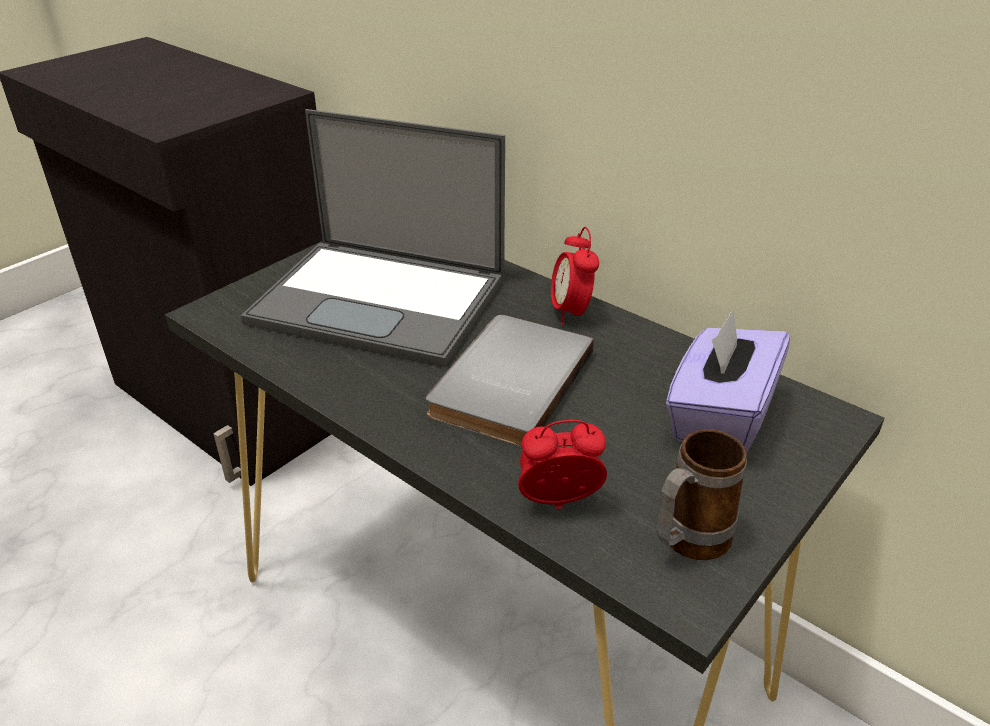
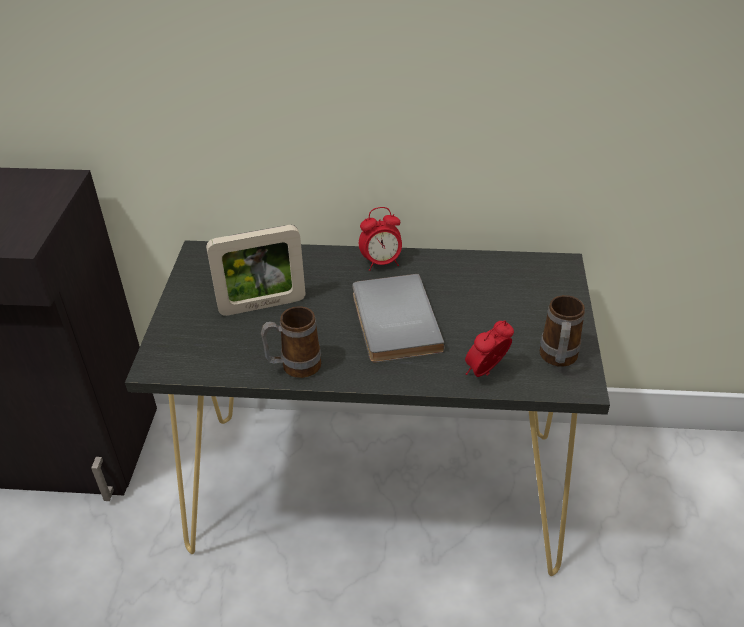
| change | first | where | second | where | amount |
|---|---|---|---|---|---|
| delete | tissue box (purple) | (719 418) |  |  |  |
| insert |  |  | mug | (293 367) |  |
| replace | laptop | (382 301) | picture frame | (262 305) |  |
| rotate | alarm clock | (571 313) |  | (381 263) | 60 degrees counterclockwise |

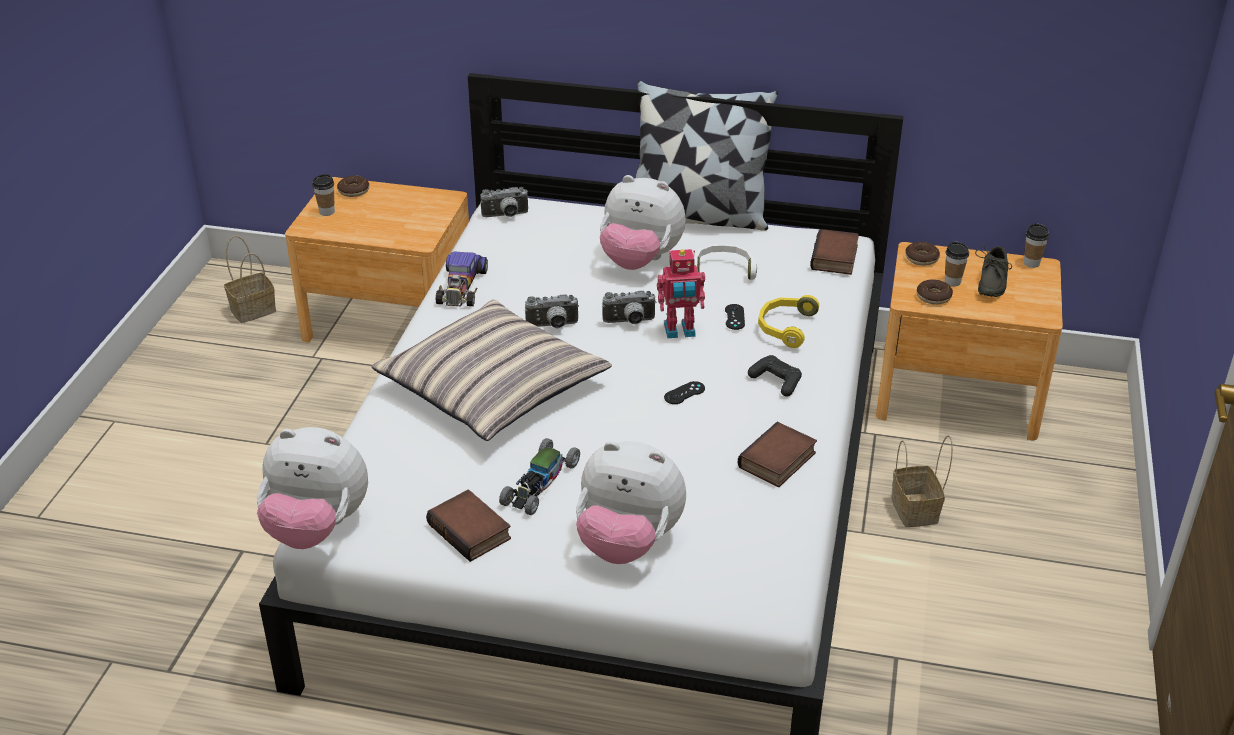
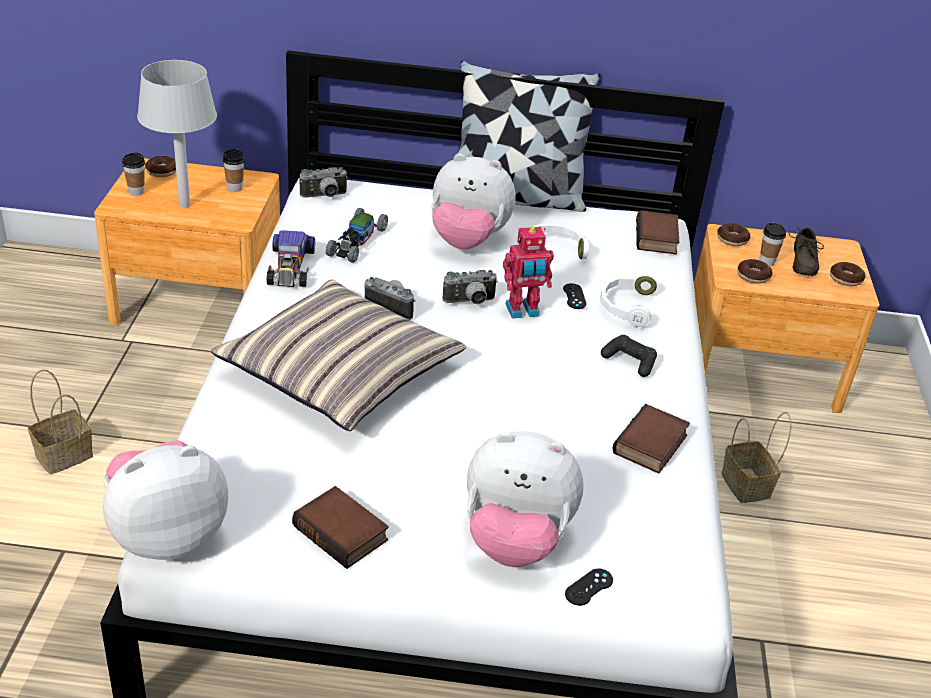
| change | first | where | second | where | amount |
|---|---|---|---|---|---|
| insert |  |  | table lamp (grey) | (183 205) |  |
| insert |  |  | donut | (845 279) |  |
| move | basket | (254 309) |  | (65 454) |  |
| move | toy car | (540 484) |  | (356 242) |  |
| move | game controller (black) | (684 393) |  | (589 587) |  |
| move | cup | (1031 263) |  | (235 188) |  |
| recolor | headphones (yellow) | (785 327) | headphones (white) | (625 306) |  |
| rotate | plush toy | (316 528) |  | (167 535) | 150 degrees clockwise |
| rotate | photo camera | (553 326) |  | (392 307) | 135 degrees counterclockwise |

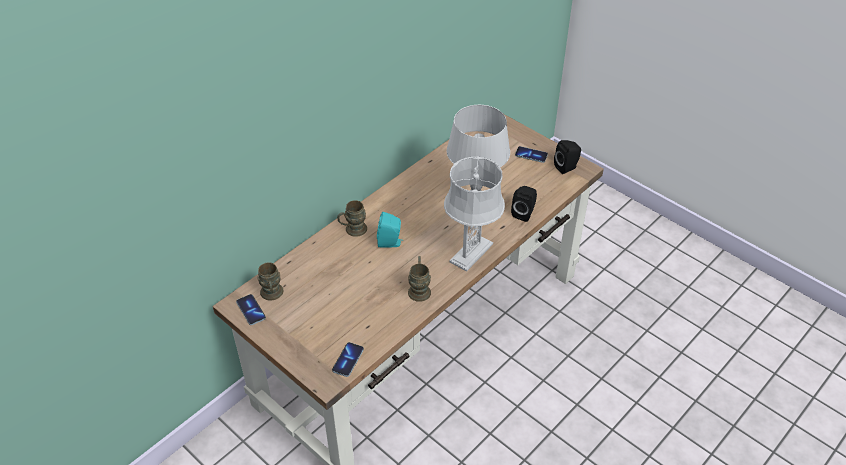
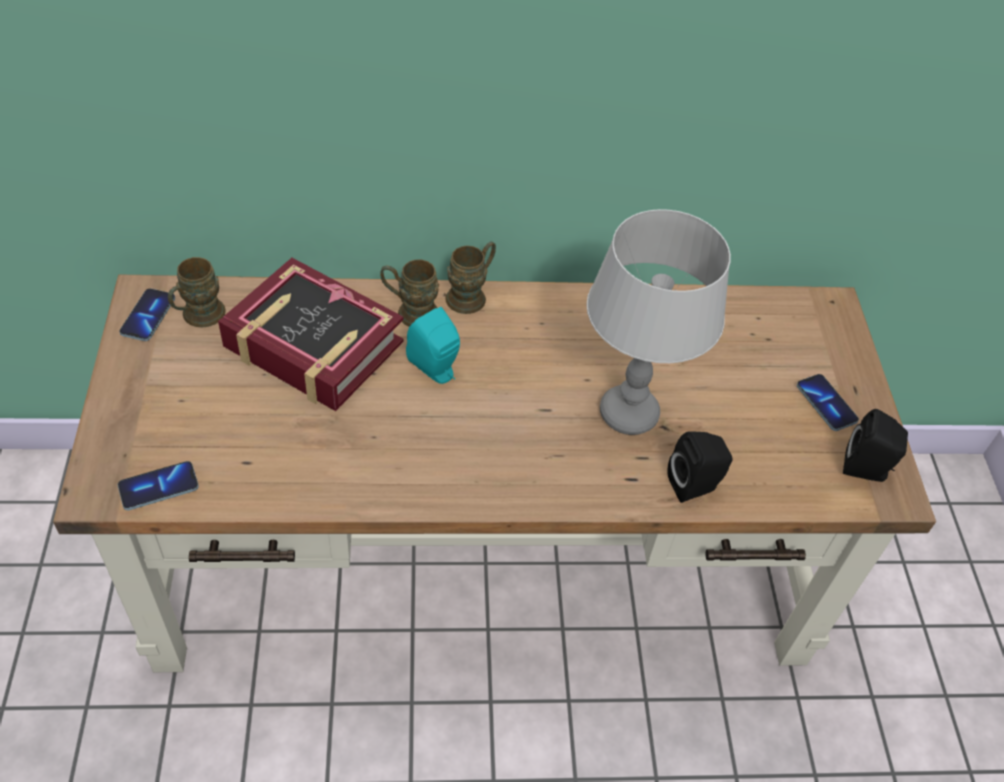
| change | first | where | second | where | amount |
|---|---|---|---|---|---|
| delete | table lamp (grey) | (471 253) |  |  |  |
| insert |  |  | book | (313 346) |  |
| move | mug (brown) | (419 289) |  | (471 295) |  |

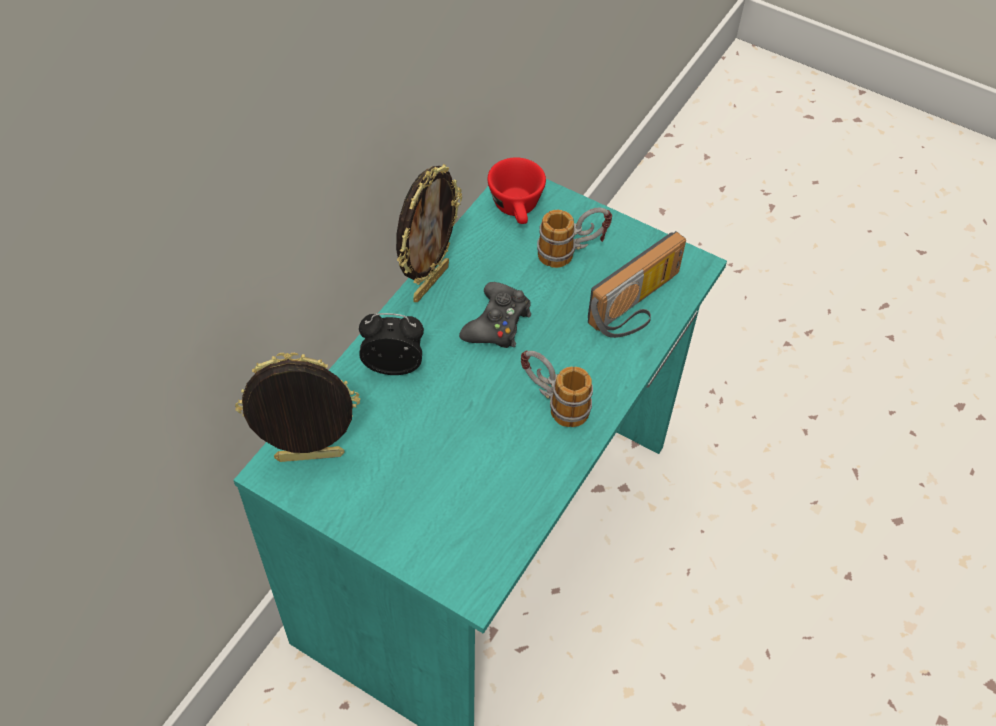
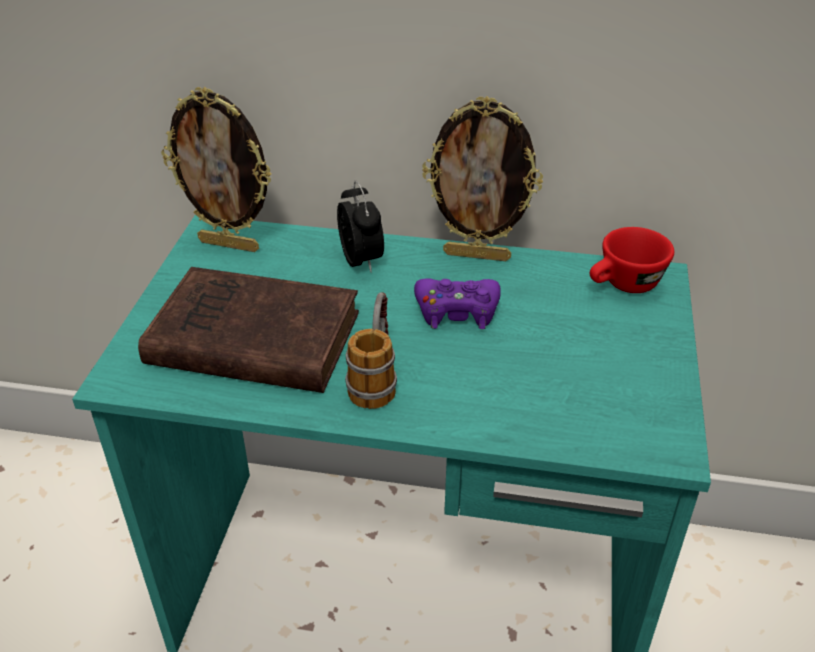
| change | first | where | second | where | amount |
|---|---|---|---|---|---|
| delete | mug | (572 253) |  |  |  |
| delete | radio | (638 306) |  |  |  |
| insert |  |  | book (brown) | (249 338) |  |
| recolor | game controller (black) | (497 323) | game controller (purple) | (457 311) |  |
| rotate | picture frame | (309 460) |  | (230 244) | 135 degrees clockwise |

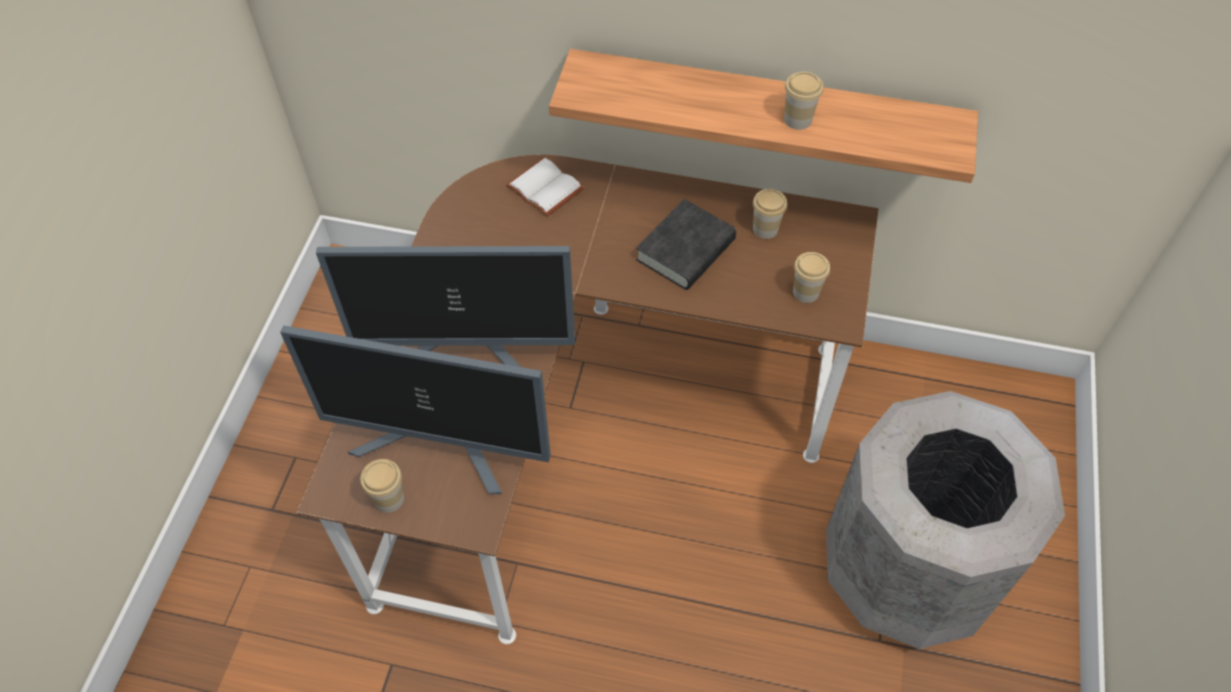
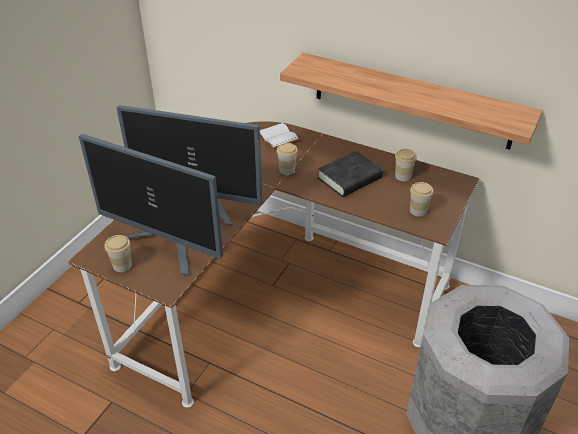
| change | first | where | second | where | amount |
|---|---|---|---|---|---|
| move | cup | (797 119) |  | (287 170) |  |

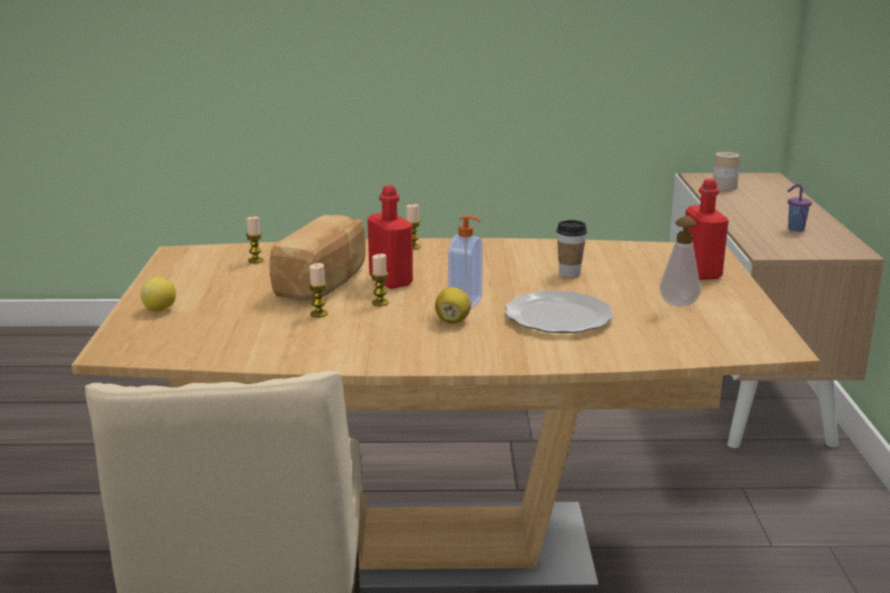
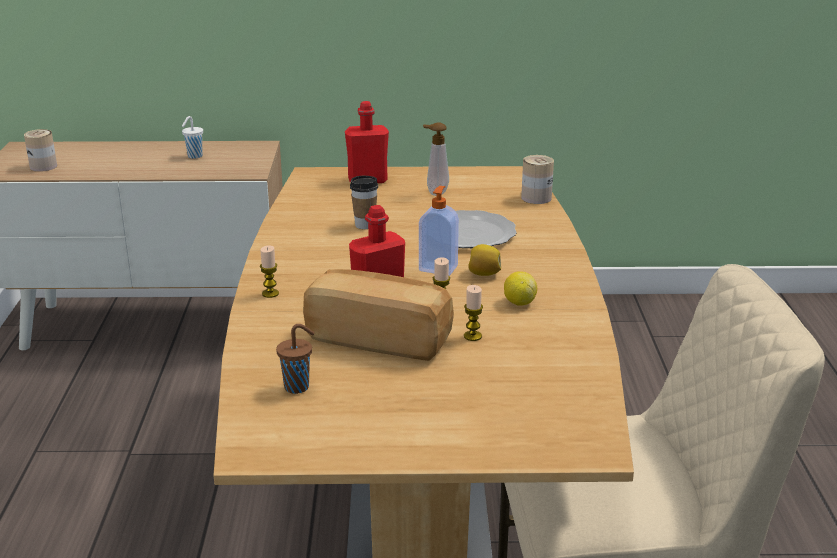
| change | first | where | second | where | amount |
|---|---|---|---|---|---|
| insert |  |  | can | (536 198) |  |
| move | lemon | (160 309) |  | (519 302) |  |
| replace | candle | (255 260) | cup (brown) | (298 387) |  |
| recolor | cup (purple) | (794 229) | cup (white) | (194 156) |  |

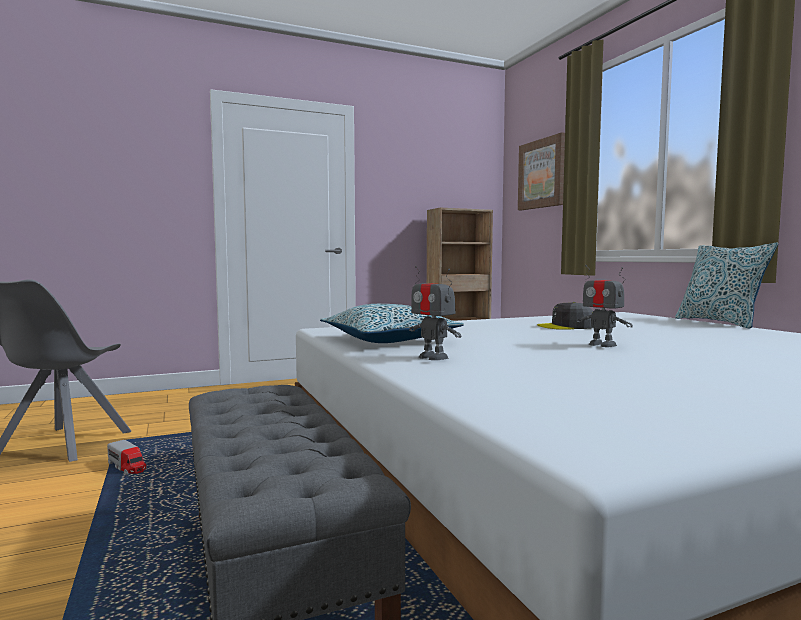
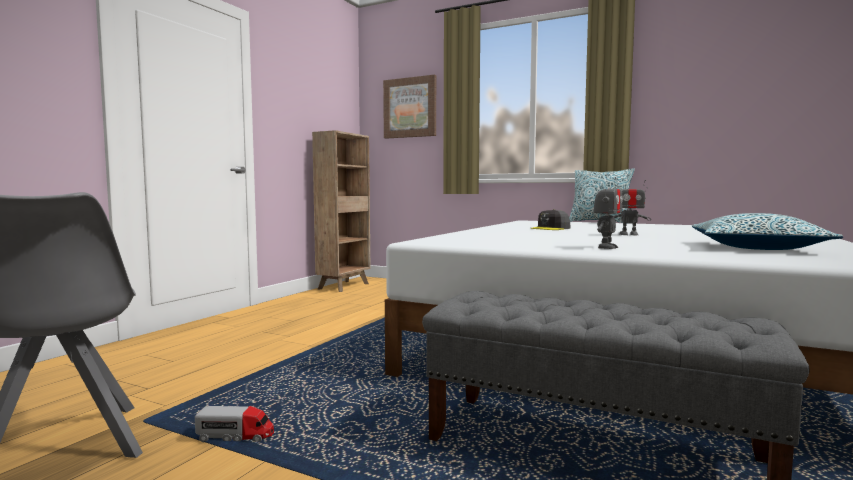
| change | first | where | second | where | amount |
|---|---|---|---|---|---|
| move | pillow | (389 340) |  | (756 248) |  |
| rotate | toy robot | (433 357) |  | (607 247) | 60 degrees counterclockwise |

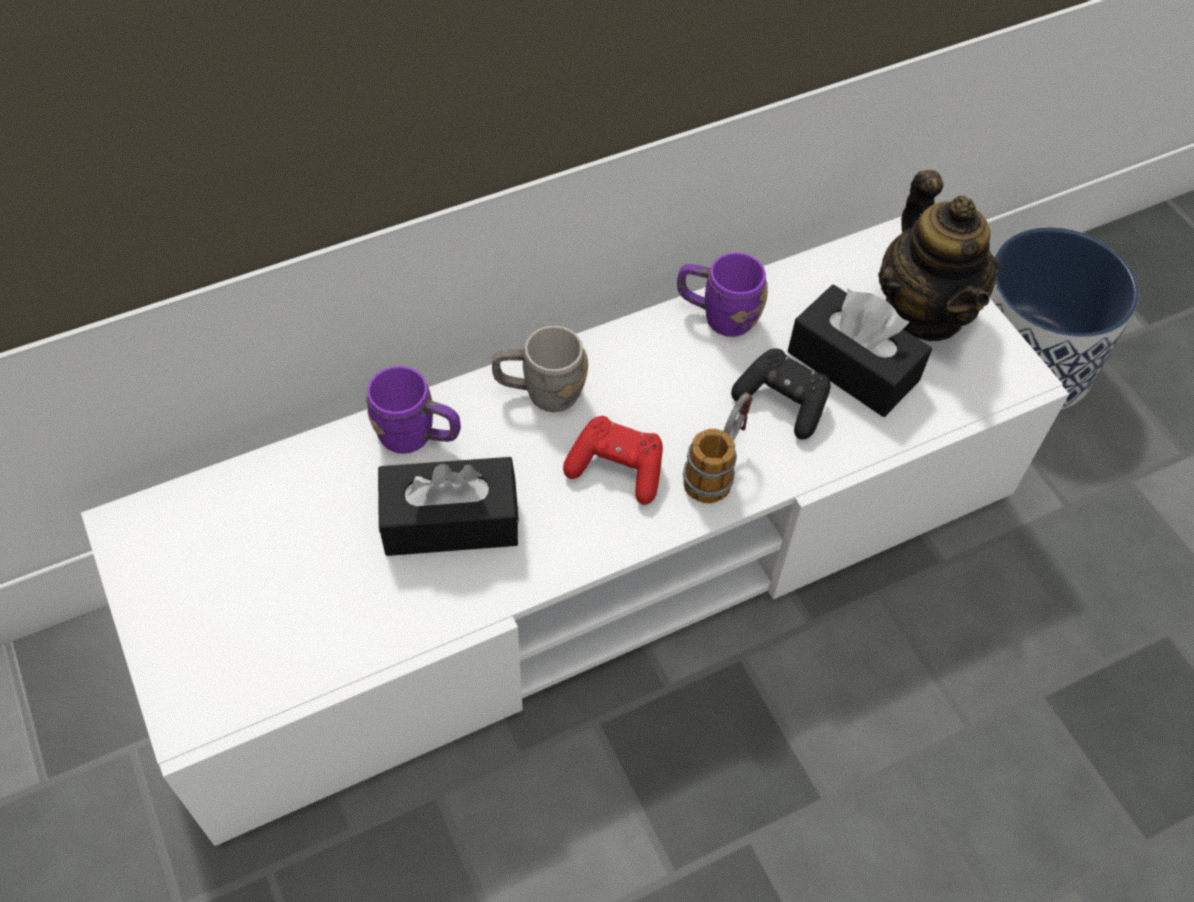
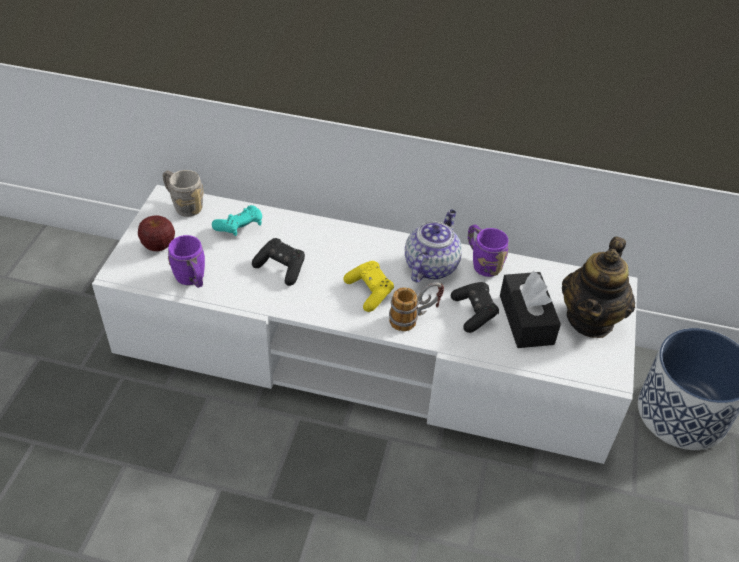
| change | first | where | second | where | amount |
|---|---|---|---|---|---|
| insert |  |  | apple | (158 245) |  |
| insert |  |  | game controller (turquoise) | (240 228) |  |
| insert |  |  | teapot | (431 265) |  |
| move | mug (purple) | (417 437) |  | (192 280) |  |
| move | mug (grey) | (540 392) |  | (184 205) |  |
| replace | tissue box (black) | (450 521) | game controller (black) | (281 268) |  |
| recolor | game controller (red) | (617 468) | game controller (yellow) | (369 292) |  |

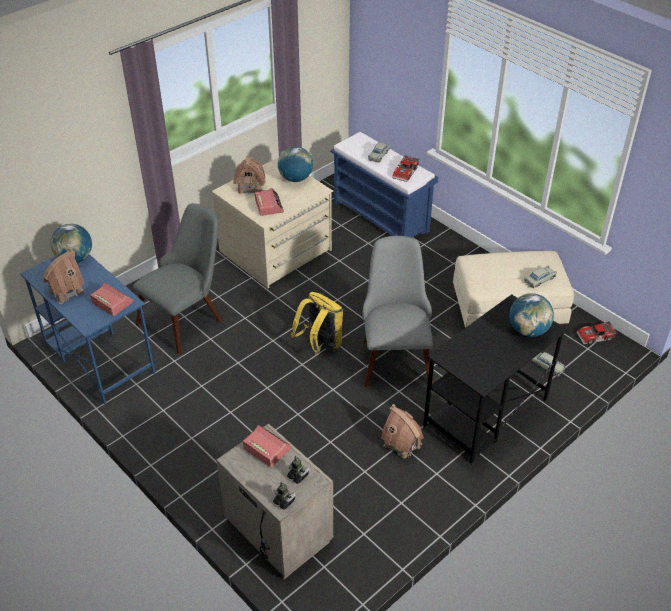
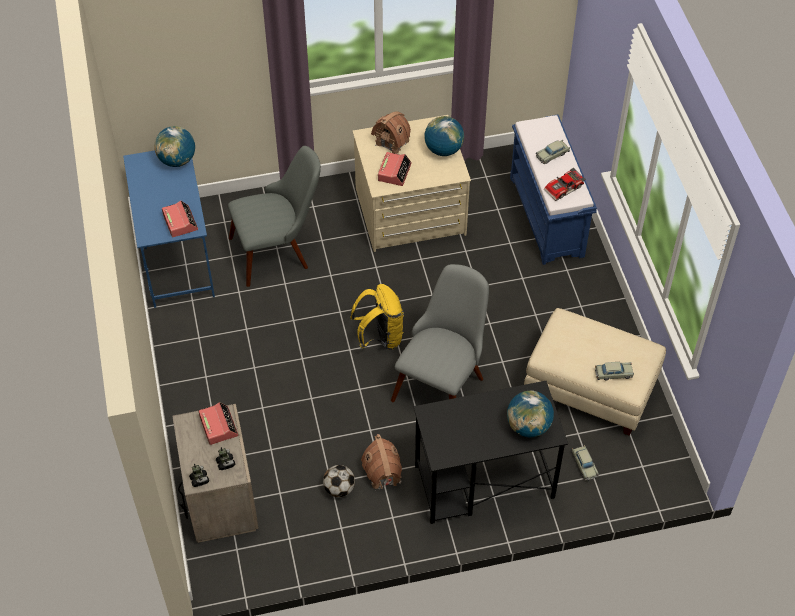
| change | first | where | second | where | amount |
|---|---|---|---|---|---|
| delete | toy house | (66 290) |  |  |  |
| delete | toy car | (596 337) |  |  |  |
| insert |  |  | football | (339 489) |  |

